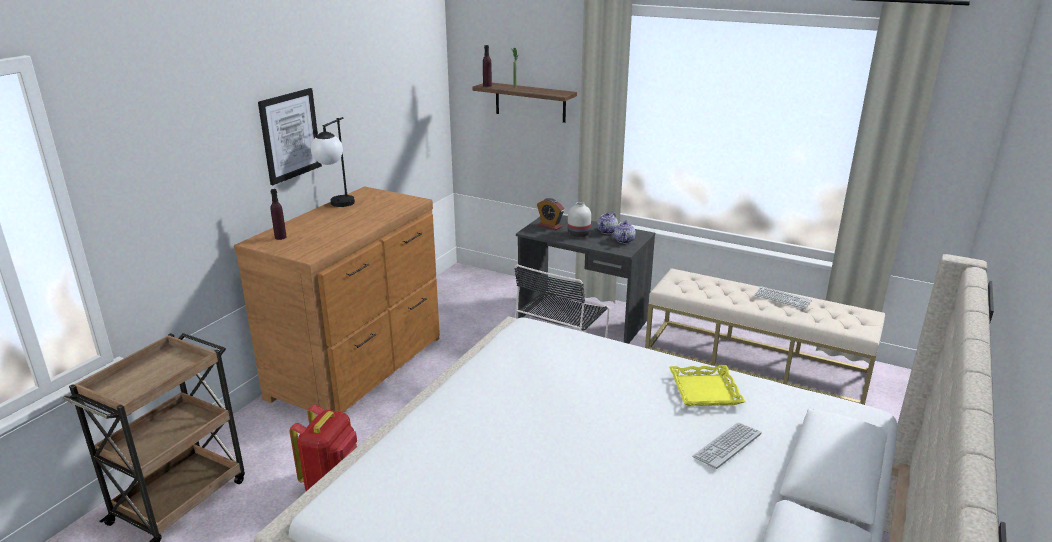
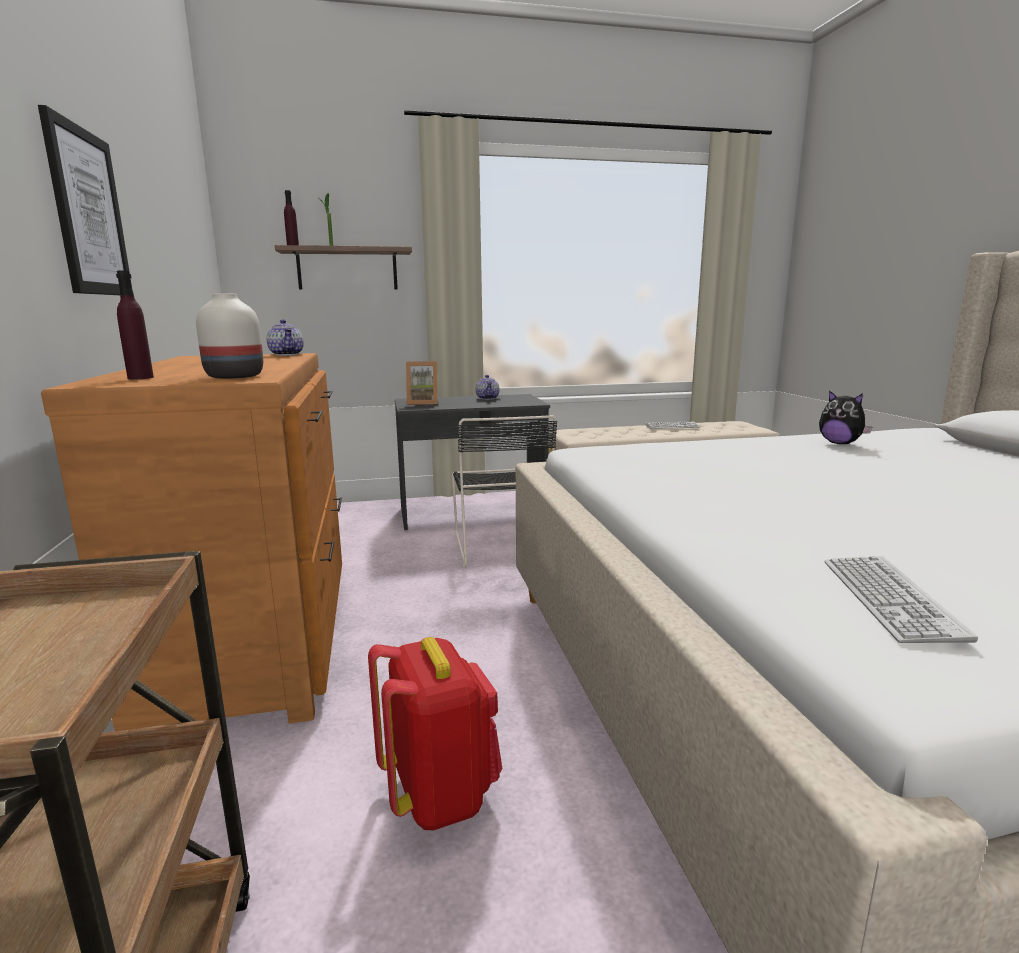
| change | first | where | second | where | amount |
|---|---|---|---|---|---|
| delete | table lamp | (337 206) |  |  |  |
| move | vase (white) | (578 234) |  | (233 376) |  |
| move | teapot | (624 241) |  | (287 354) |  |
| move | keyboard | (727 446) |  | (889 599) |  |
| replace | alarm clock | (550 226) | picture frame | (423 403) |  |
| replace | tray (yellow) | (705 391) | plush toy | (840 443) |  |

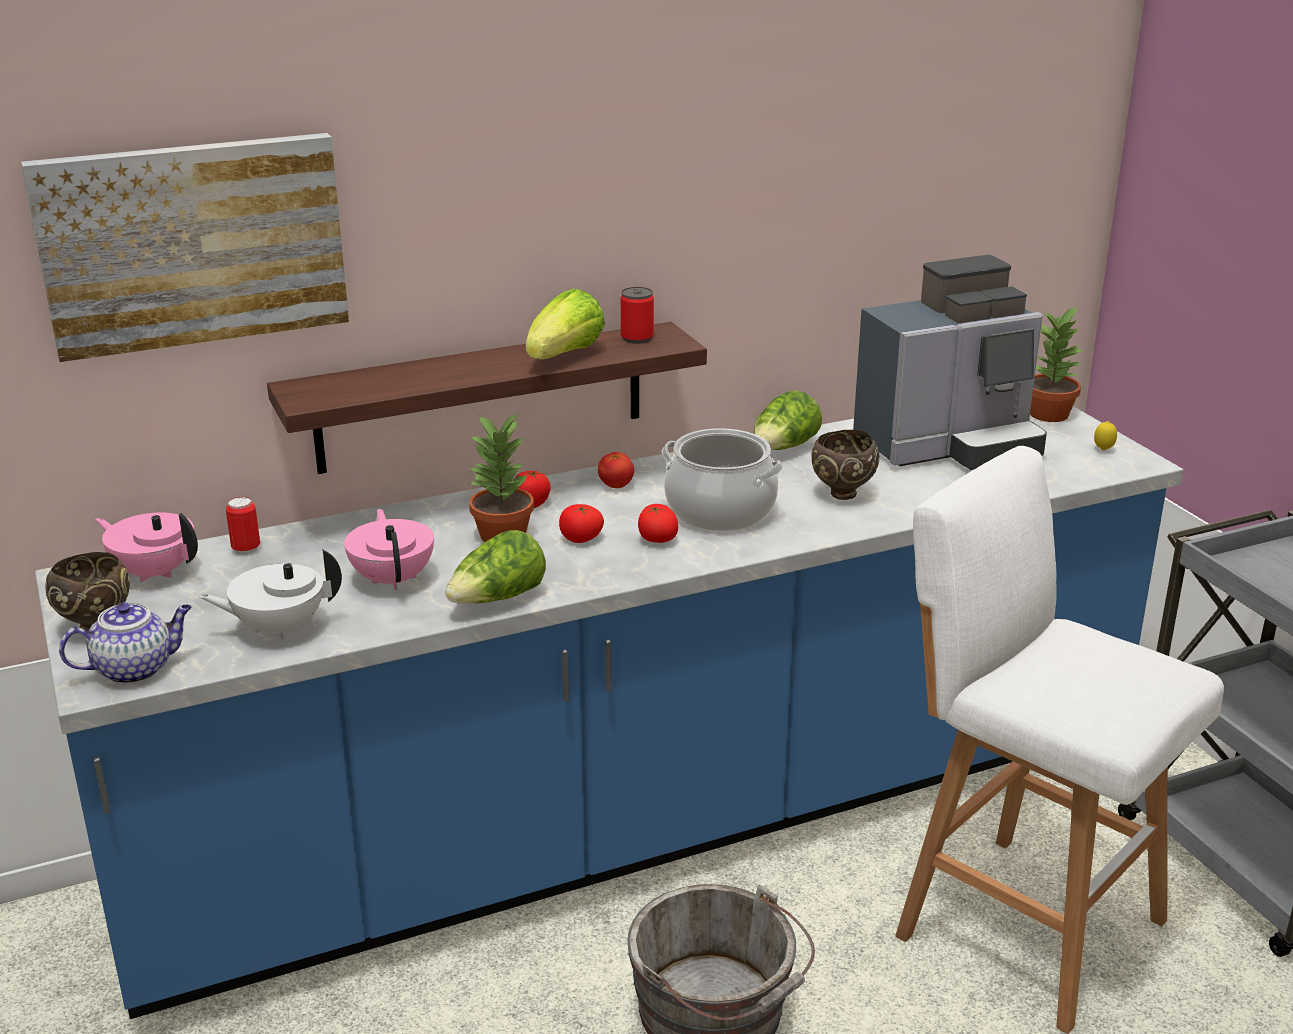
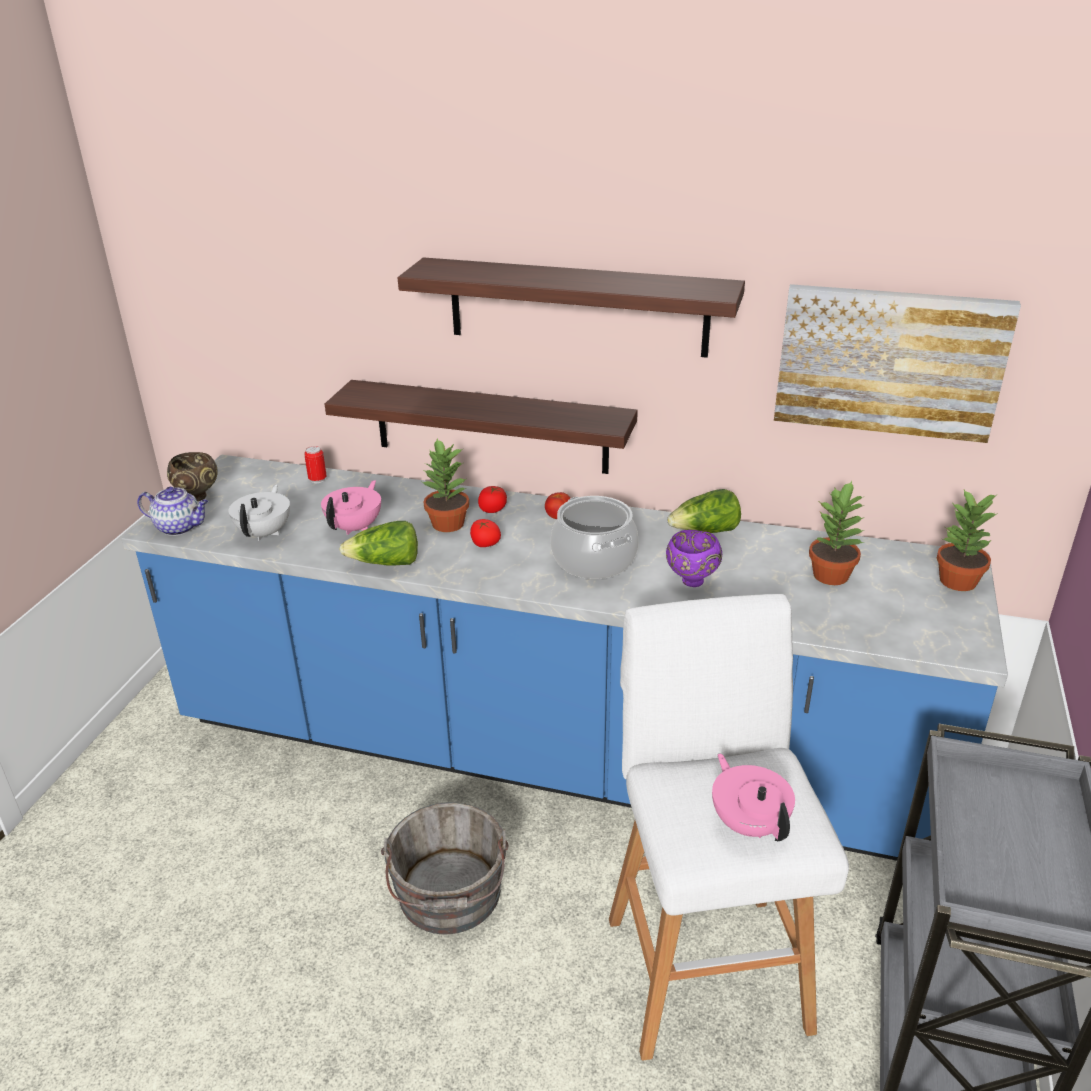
| change | first | where | second | where | amount |
|---|---|---|---|---|---|
| delete | lettuce | (565 356) |  |  |  |
| delete | can | (637 338) |  |  |  |
| delete | tomato | (657 539) |  |  |  |
| delete | lemon | (1103 450) |  |  |  |
| insert |  |  | shelf | (577 307) |  |
| move | picture | (193 243) |  | (889 361) |  |
| move | teapot (pink) | (154 572) |  | (749 823) |  |
| replace | coffee machine | (949 445) | potted plant | (832 575) |  |
| recolor | bowl (brown) | (842 495) | bowl (purple) | (691 581) |  |
| rotate | teapot (white) | (278 628) |  | (265 533) | 75 degrees clockwise |

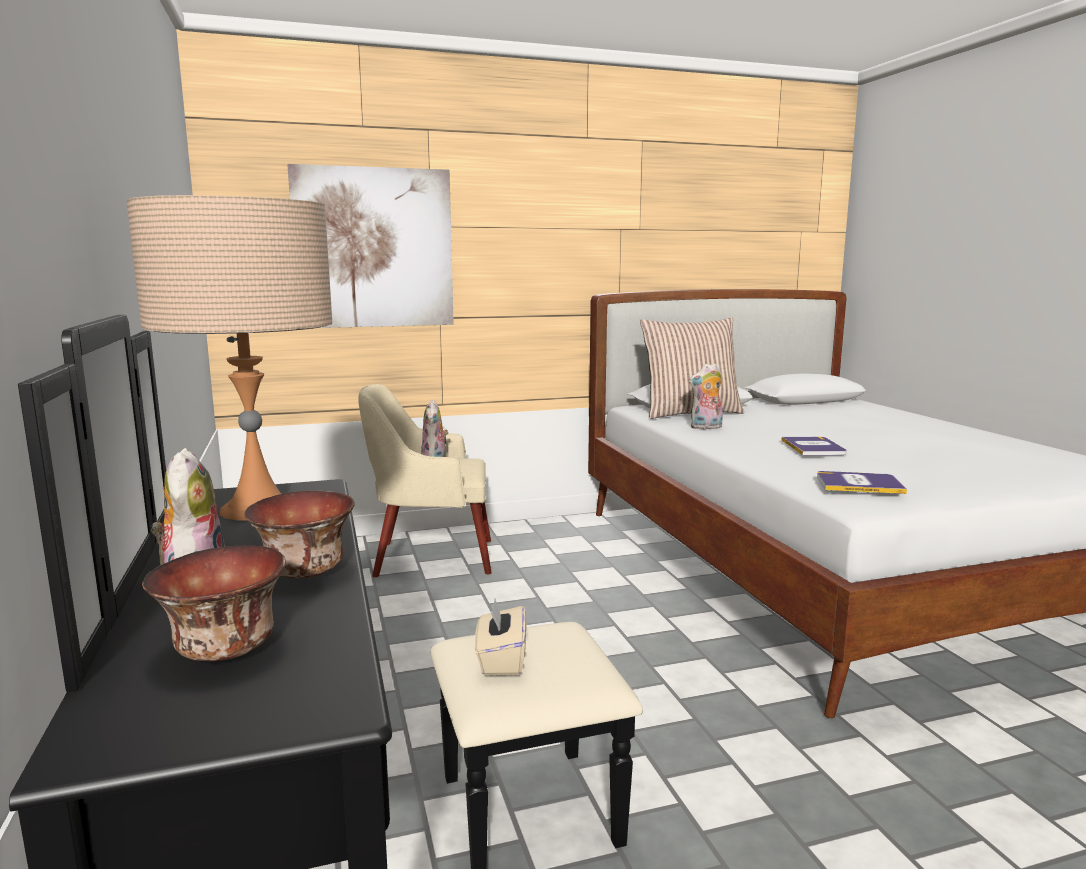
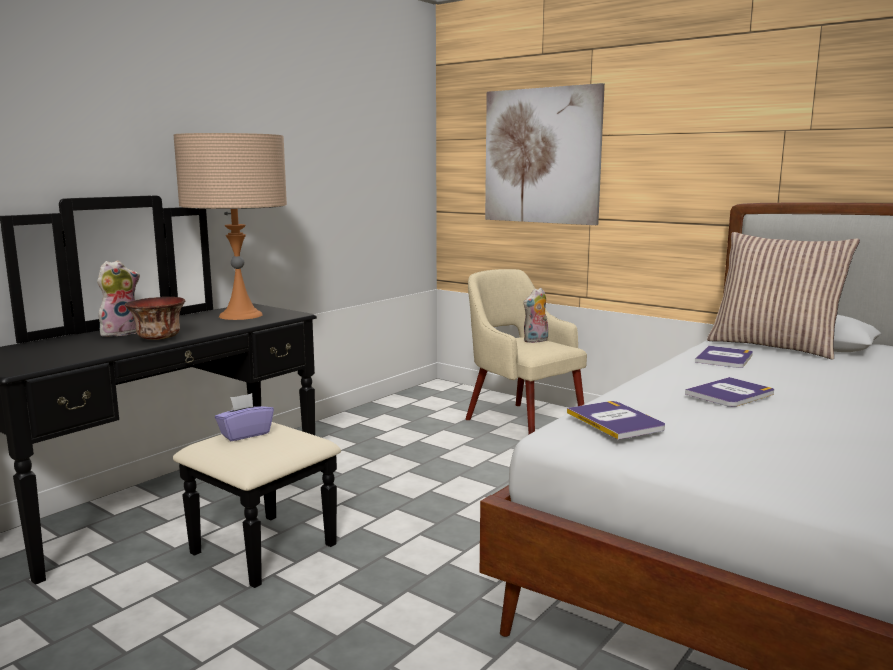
| change | first | where | second | where | amount |
|---|---|---|---|---|---|
| delete | bowl | (226 649) |  |  |  |
| replace | plush toy | (706 427) | book | (724 358) |  |
| recolor | tissue box (beige) | (501 660) | tissue box (purple) | (245 434) |  |

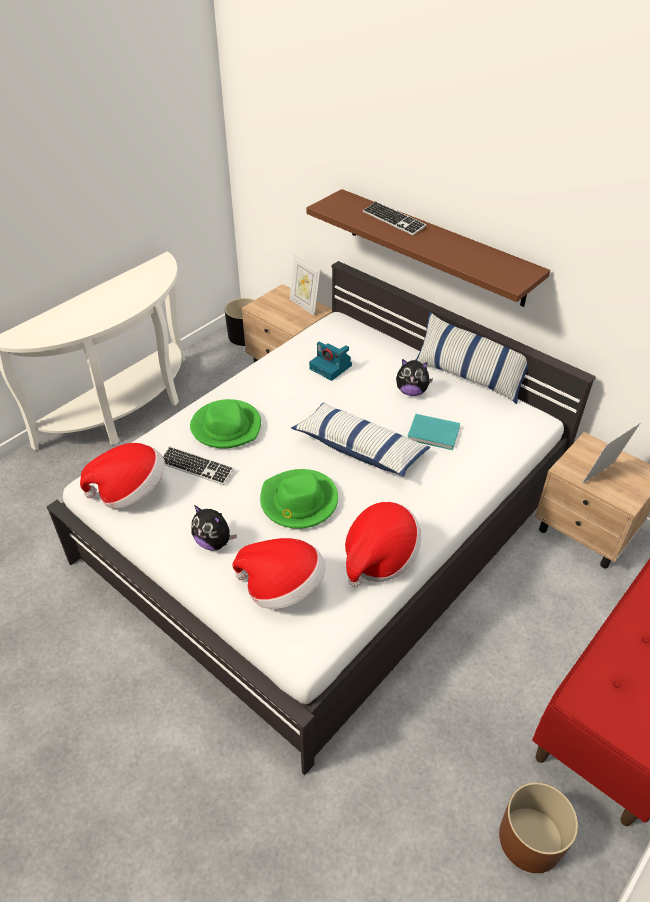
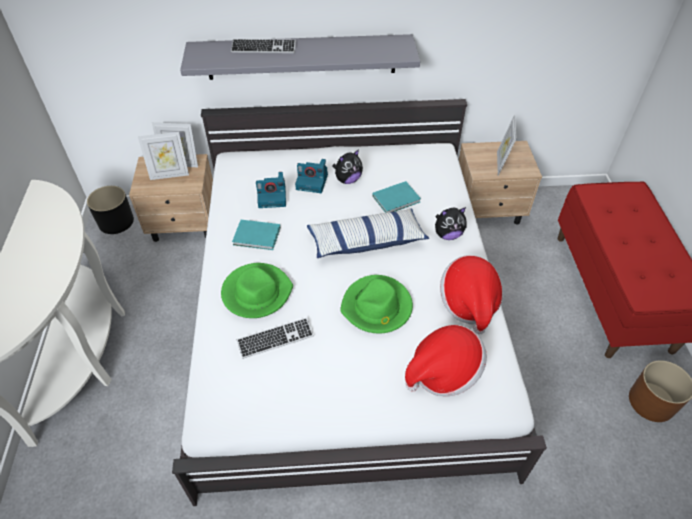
| change | first | where | second | where | amount |
|---|---|---|---|---|---|
| delete | hat | (131 491) |  |  |  |
| delete | pillow | (468 377) |  |  |  |
| insert |  |  | picture frame | (169 175) |  |
| insert |  |  | book (turquoise) | (257 237) |  |
| insert |  |  | photo camera | (313 181) |  |
| move | plush toy | (214 542) |  | (448 234) |  |
| recolor | shelf (brown) | (435 247) | shelf (grey) | (301 57) |  |

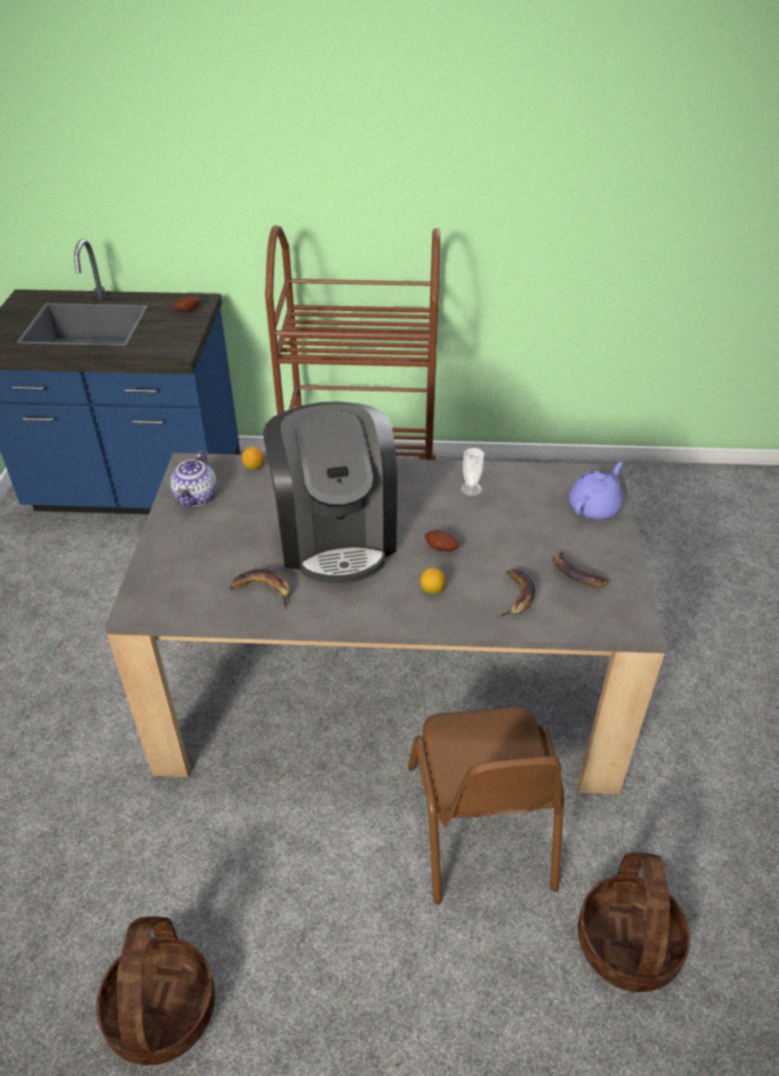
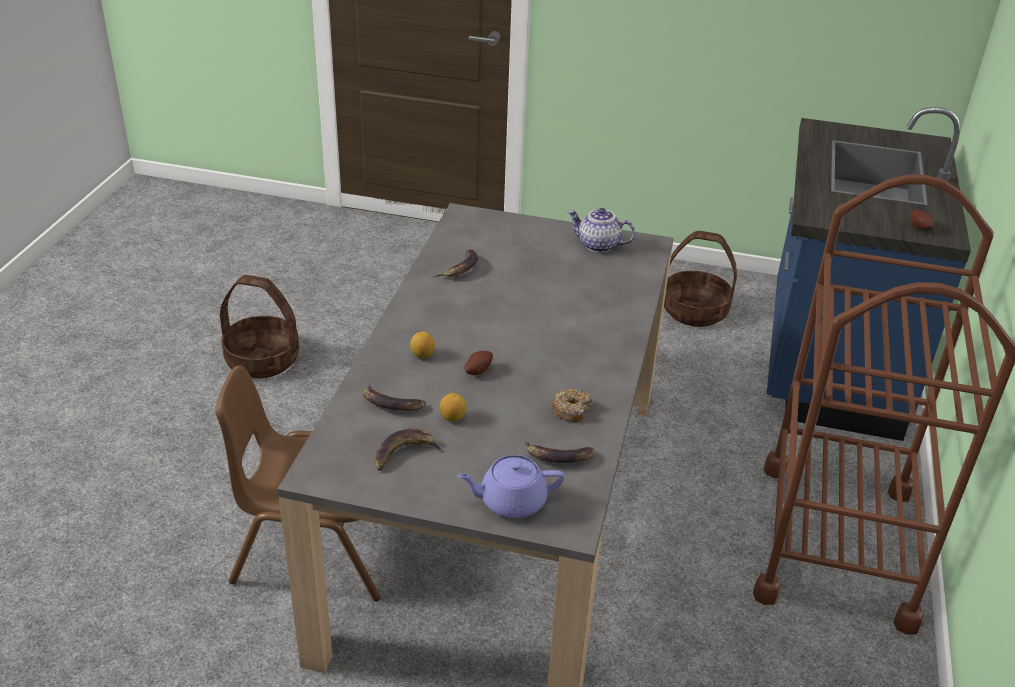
| change | first | where | second | where | amount |
|---|---|---|---|---|---|
| delete | coffee machine | (336 536) |  |  |  |
| insert |  |  | banana | (558 457) |  |
| move | lemon | (253 467) |  | (452 417) |  |
| move | basket | (626 943) |  | (695 310) |  |
| replace | cup | (471 489) | donut | (571 410) |  |
| rotate | teapot (purple) | (595 507) |  | (511 501) | 120 degrees clockwise |

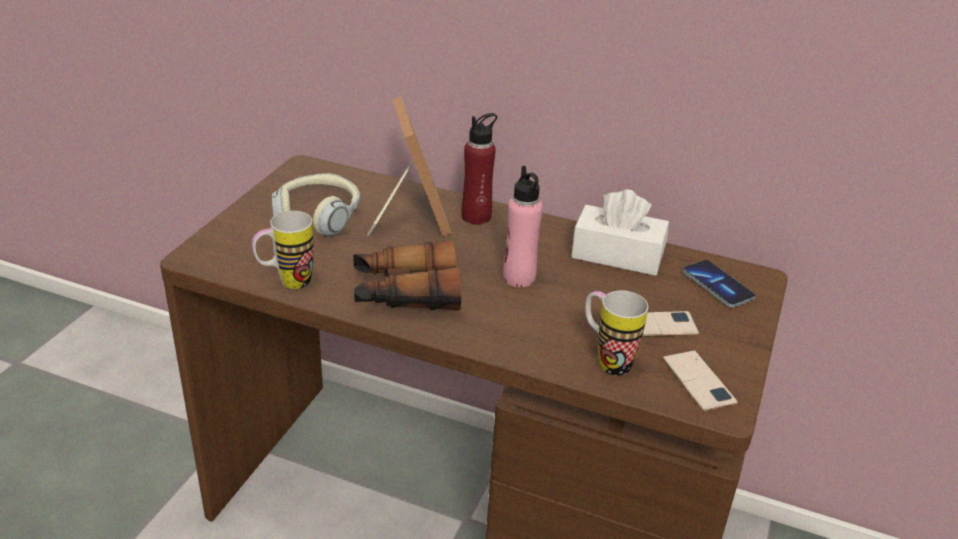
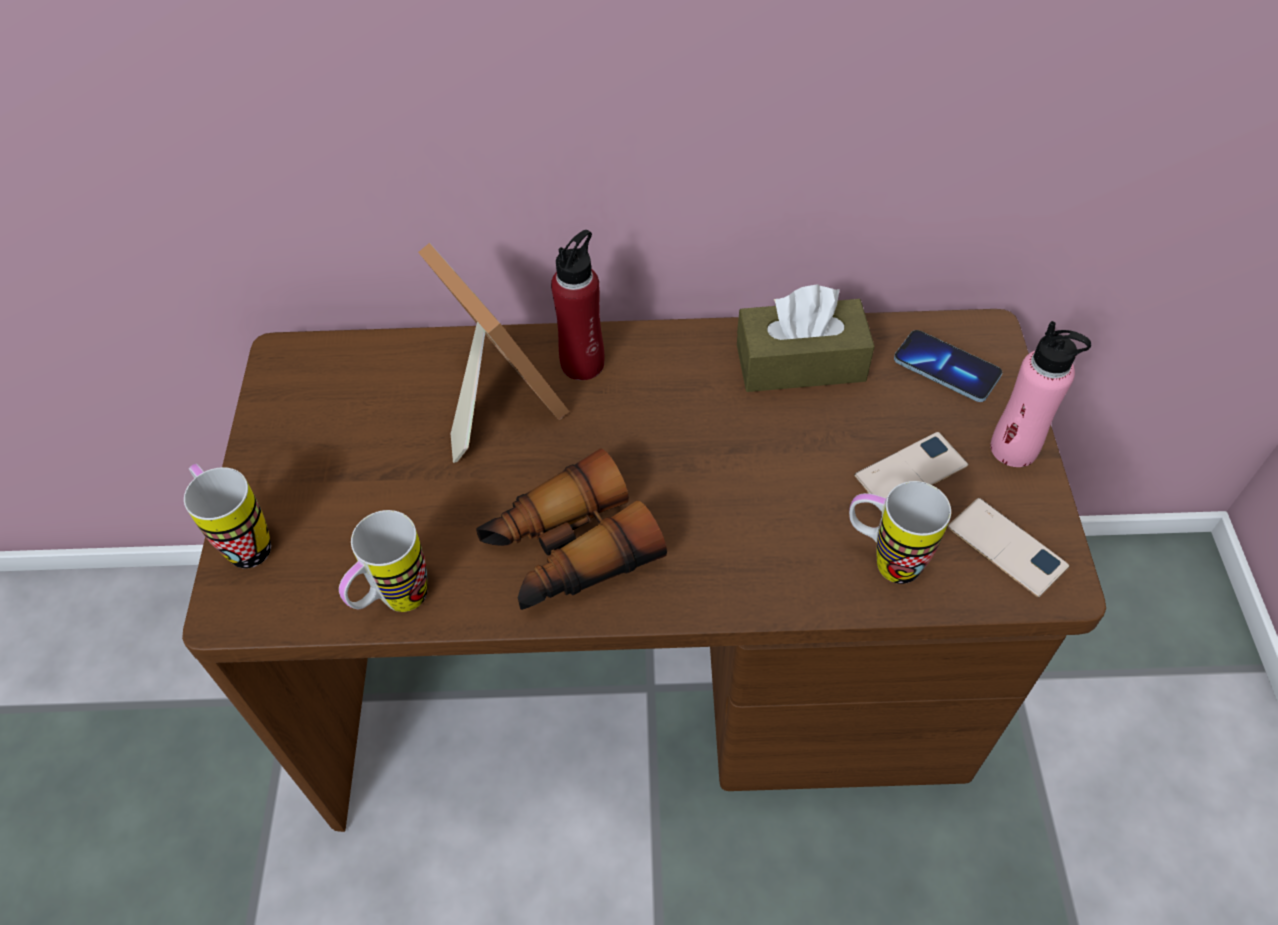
| change | first | where | second | where | amount |
|---|---|---|---|---|---|
| delete | headphones | (317 216) |  |  |  |
| insert |  |  | mug | (242 540) |  |
| move | bottle (pink) | (519 278) |  | (1014 448) |  |
| recolor | tissue box (white) | (617 255) | tissue box (brown) | (800 363) |  |

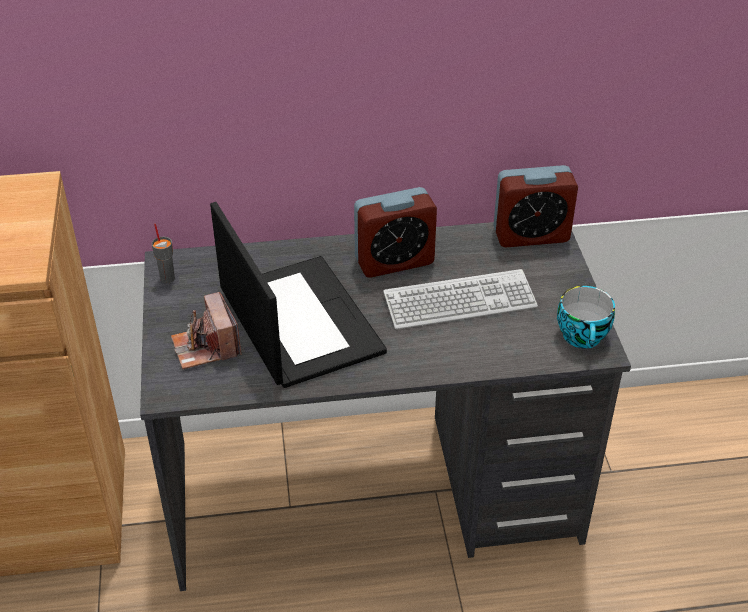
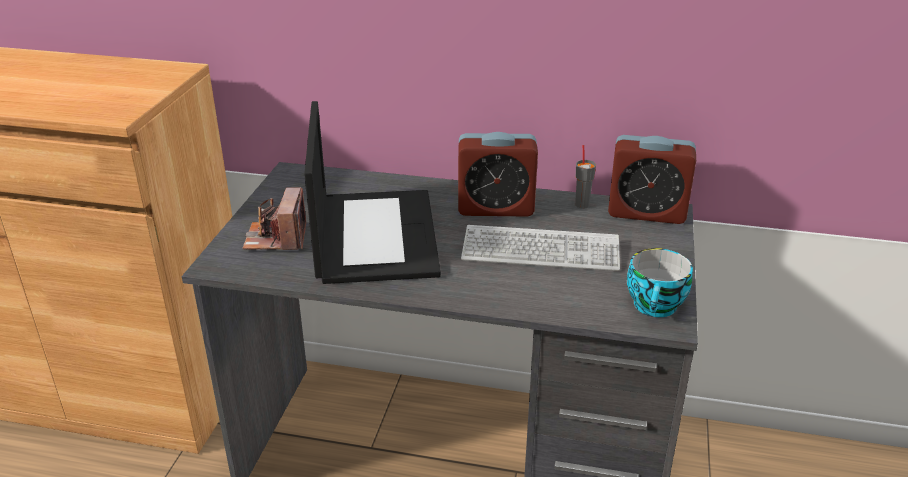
| change | first | where | second | where | amount |
|---|---|---|---|---|---|
| move | cup (grey) | (167 278) |  | (582 204) |  |

